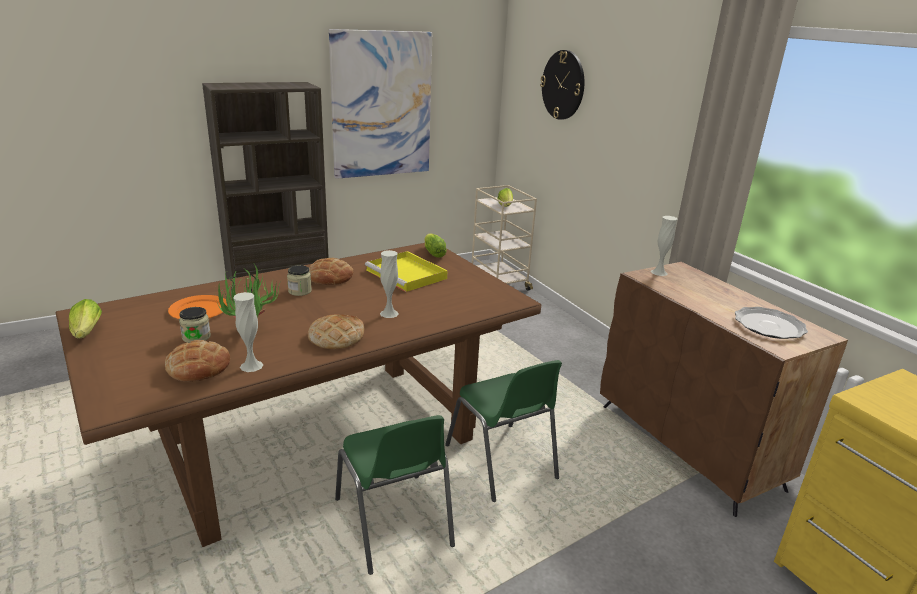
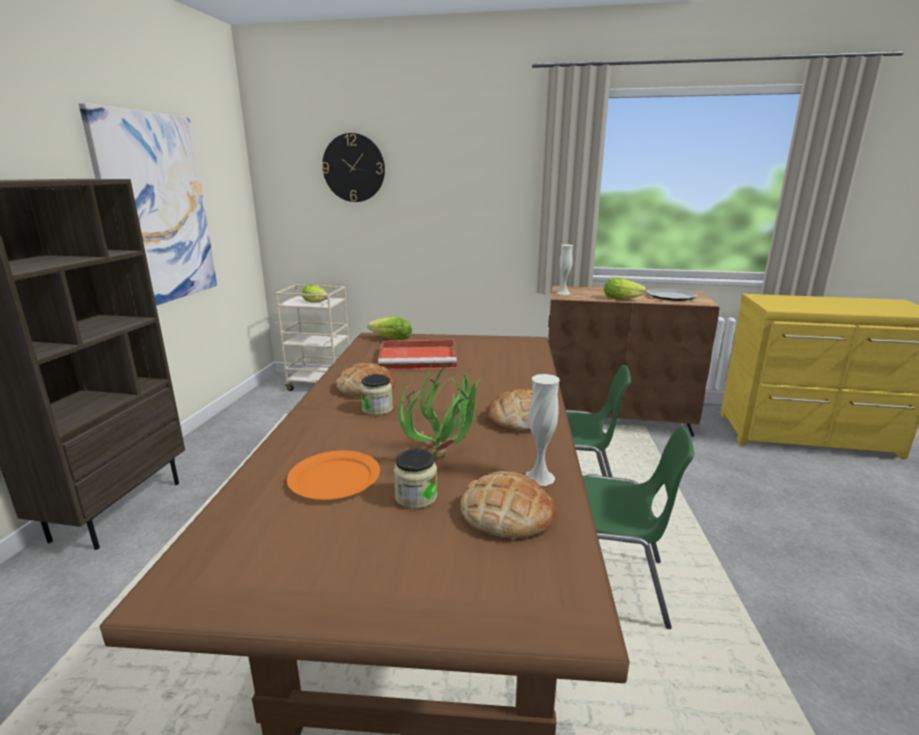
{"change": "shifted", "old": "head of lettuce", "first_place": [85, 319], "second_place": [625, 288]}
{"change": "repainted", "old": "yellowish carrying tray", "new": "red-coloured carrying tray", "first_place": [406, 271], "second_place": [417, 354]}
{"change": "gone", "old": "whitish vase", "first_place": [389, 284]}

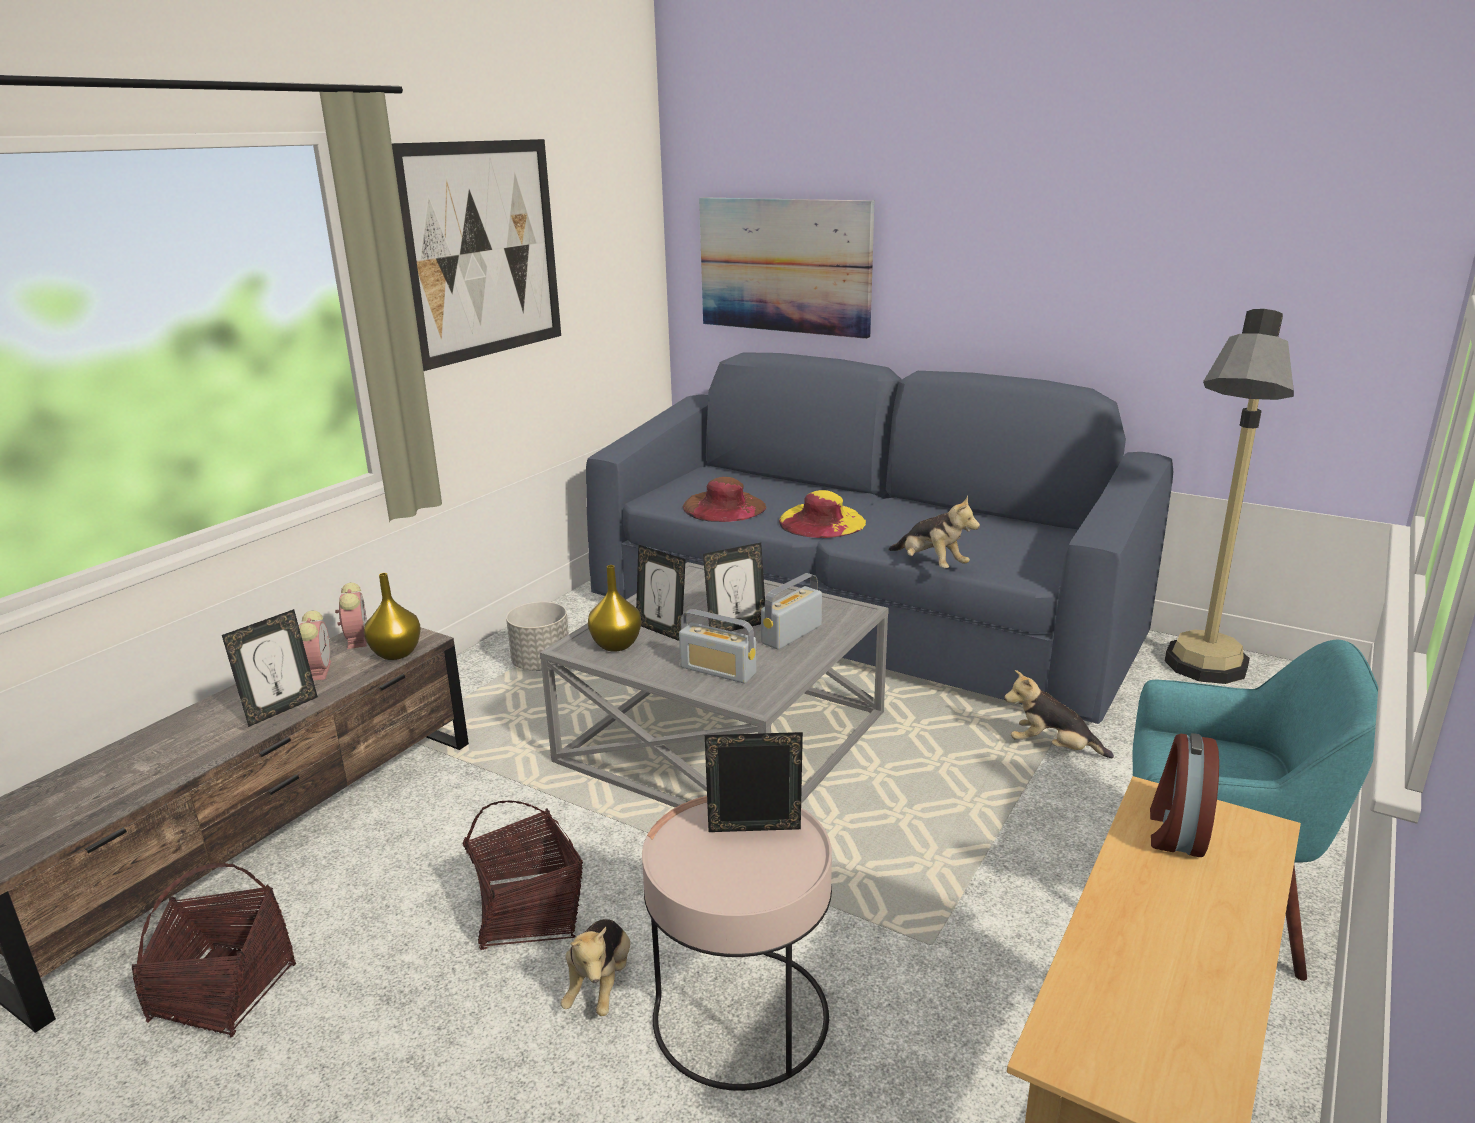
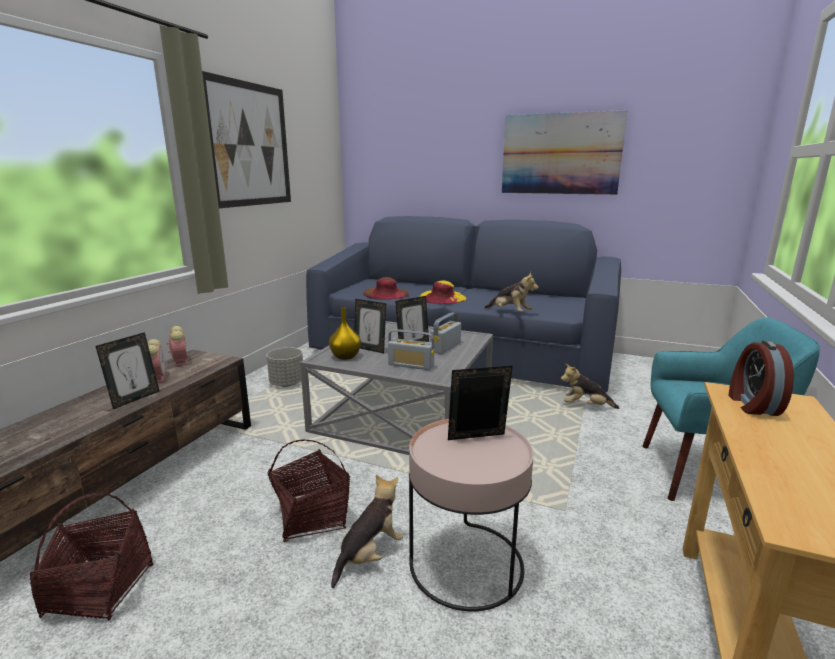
{"change": "gone", "old": "yellowish vase", "first_place": [392, 616]}
{"change": "rotated", "old": "soft toy", "first_place": [595, 967], "second_place": [367, 531], "degrees": -135}
{"change": "shifted", "old": "wall art", "first_place": [787, 268], "second_place": [564, 152]}
{"change": "gone", "old": "floor lamp", "first_place": [1229, 496]}

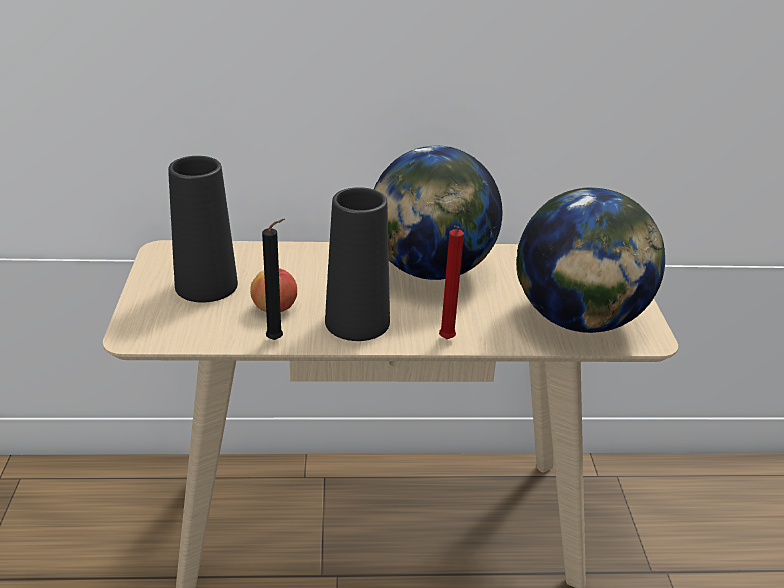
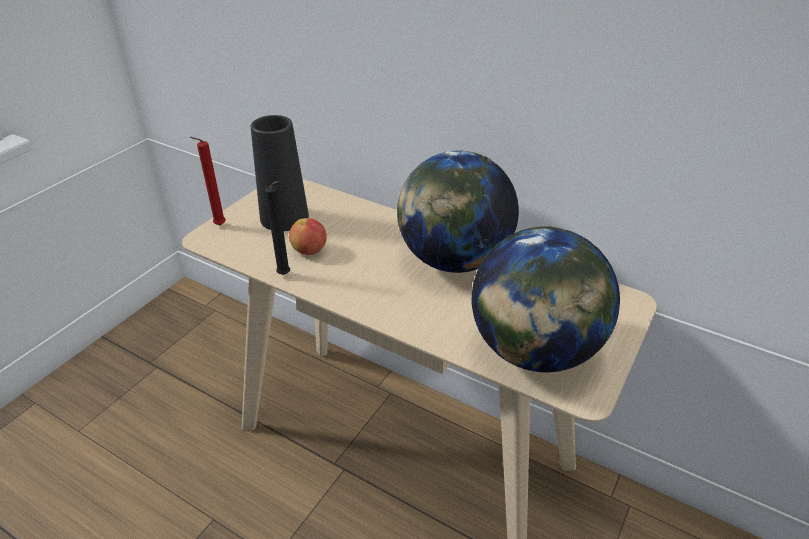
{"change": "gone", "old": "black-coloured vase", "first_place": [357, 264]}
{"change": "shifted", "old": "red-coloured wax candle", "first_place": [451, 282], "second_place": [208, 181]}

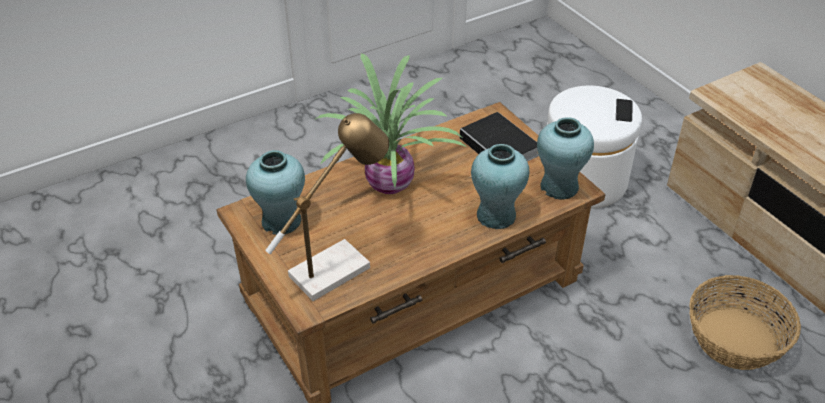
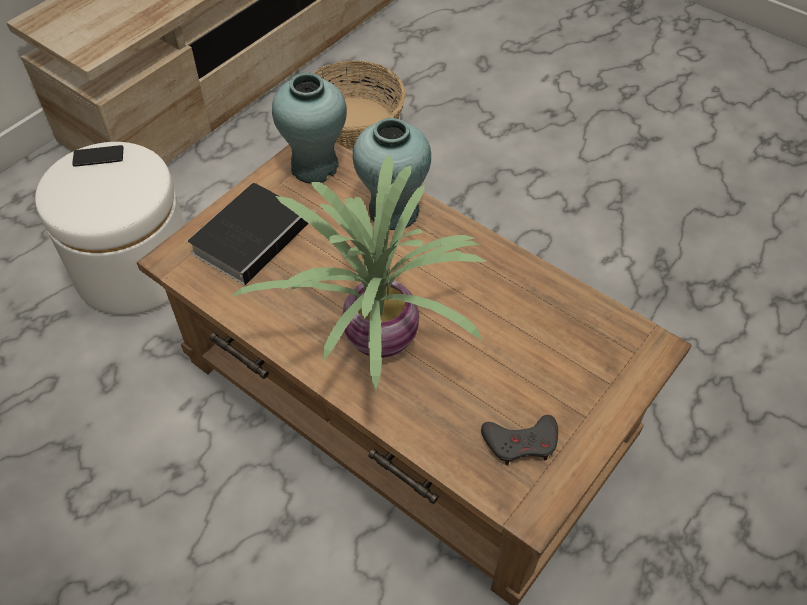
{"change": "swapped", "old": "turquoise vase", "new": "gray game controller", "first_place": [275, 192], "second_place": [519, 440]}
{"change": "gone", "old": "tabletop lamp", "first_place": [327, 207]}

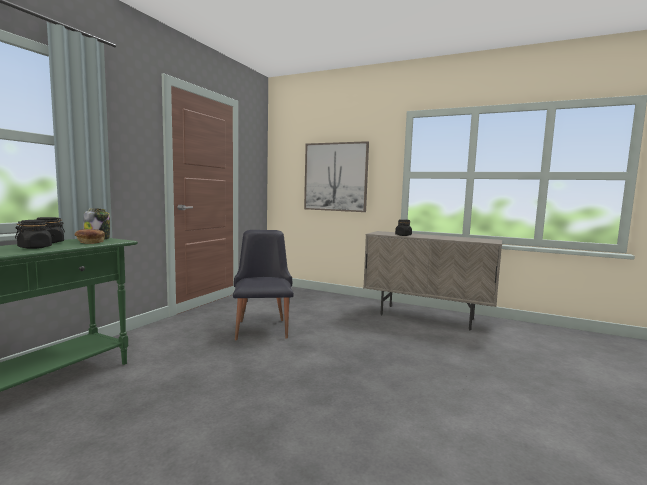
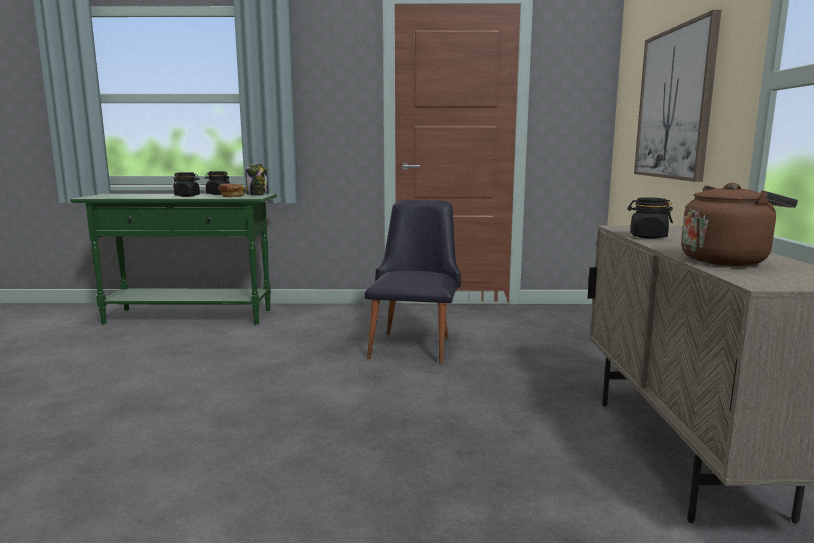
{"change": "rotated", "old": "black-coloured upright chair", "first_place": [263, 285], "second_place": [412, 282], "degrees": -45}
{"change": "new", "new": "brown-coloured tea kettle", "second_place": [739, 224]}

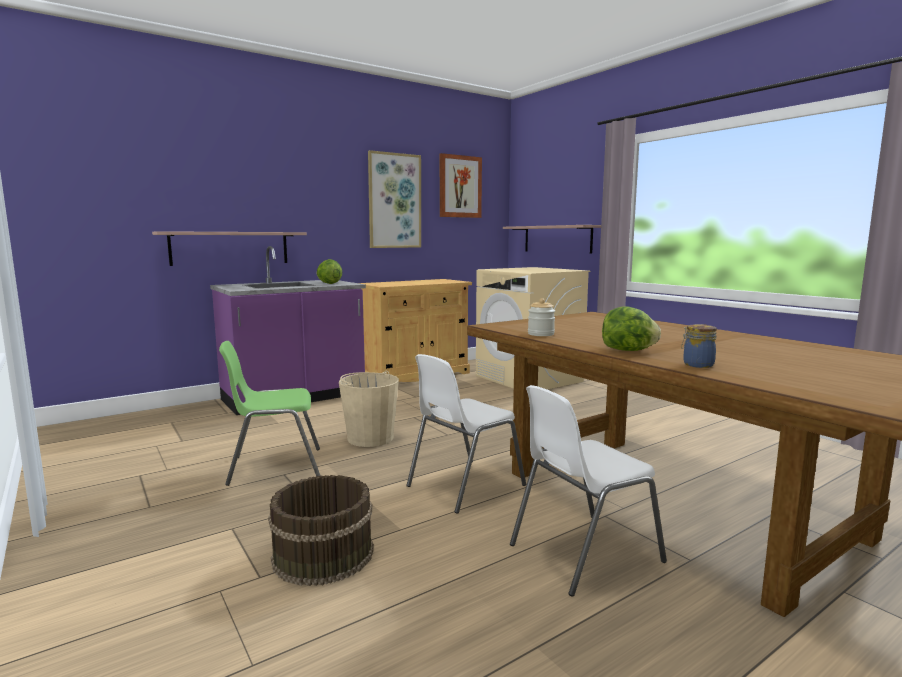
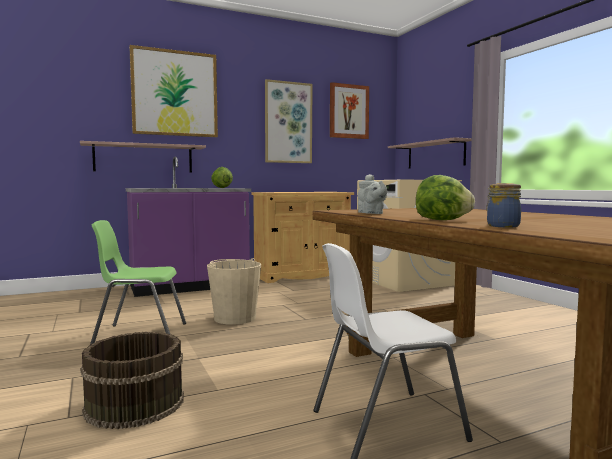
{"change": "gone", "old": "whitish upright chair", "first_place": [466, 434]}
{"change": "swapped", "old": "storage jar", "new": "gray tea pot", "first_place": [541, 317], "second_place": [373, 194]}
{"change": "new", "new": "wall art", "second_place": [173, 91]}

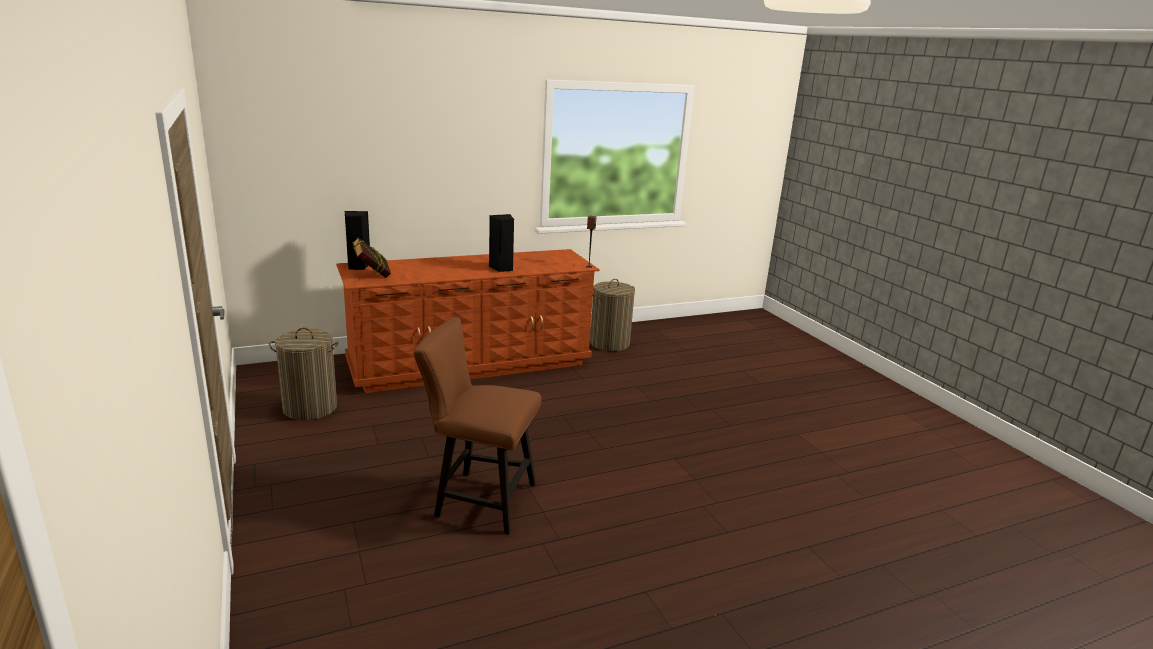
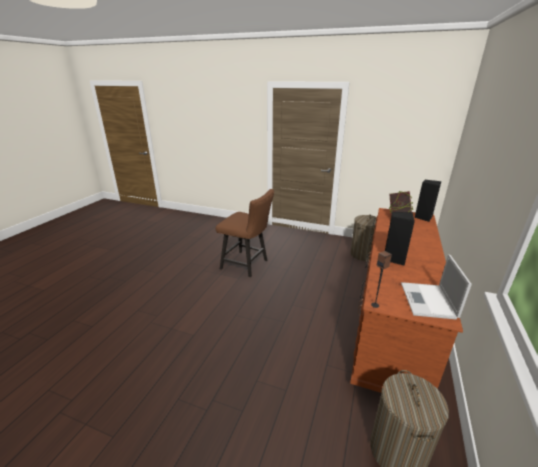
{"change": "rotated", "old": "brown-coloured upright chair", "first_place": [477, 426], "second_place": [245, 233], "degrees": 60}
{"change": "new", "new": "portable computer", "second_place": [436, 286]}

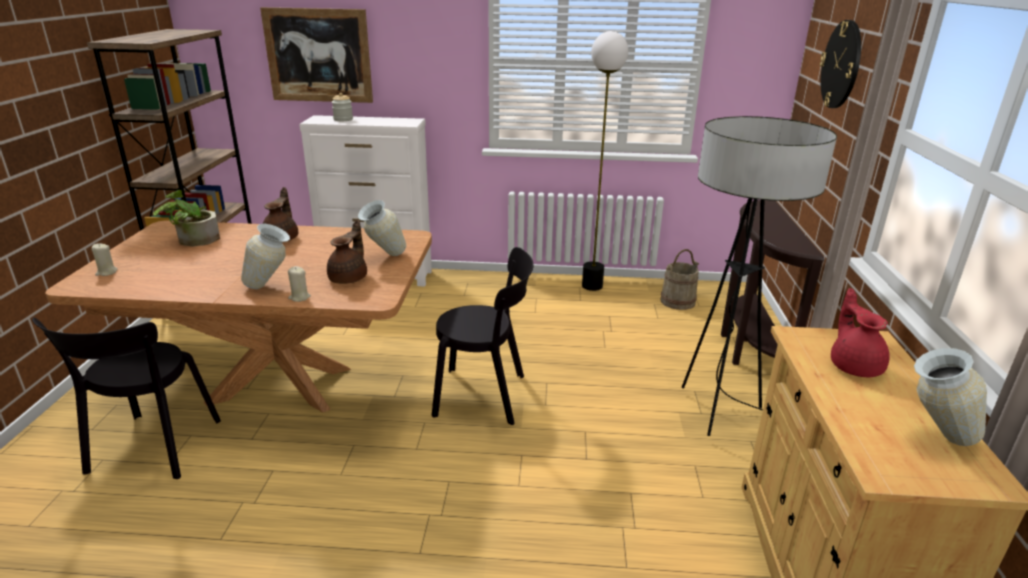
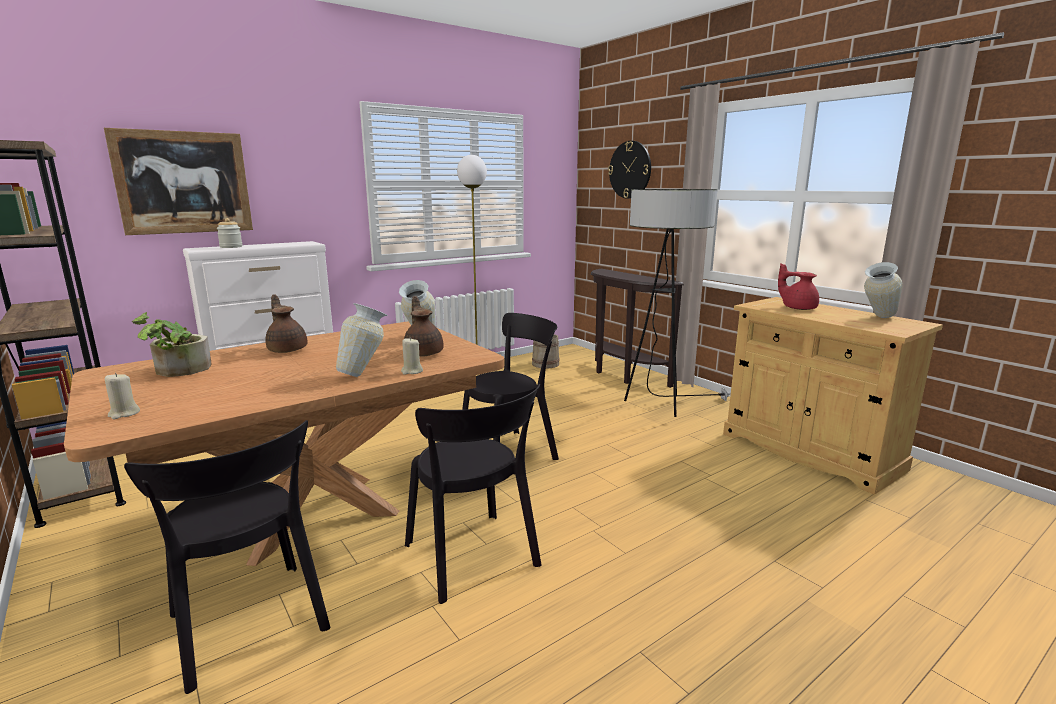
{"change": "new", "new": "black-coloured upright chair", "second_place": [473, 494]}

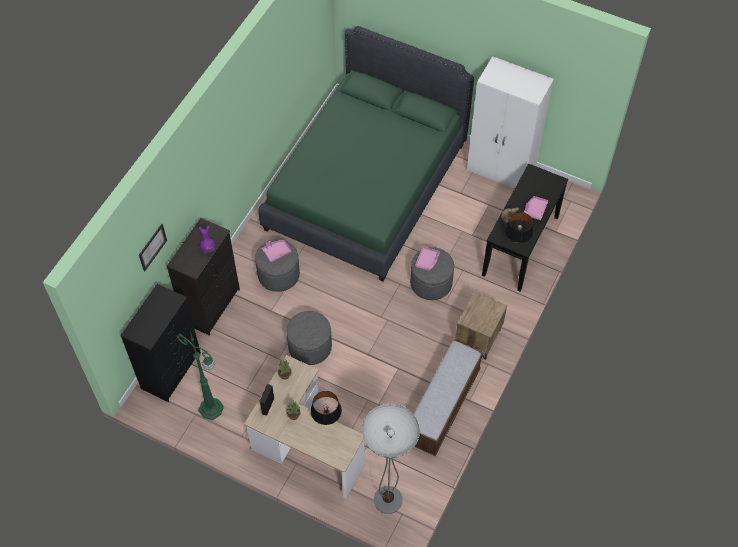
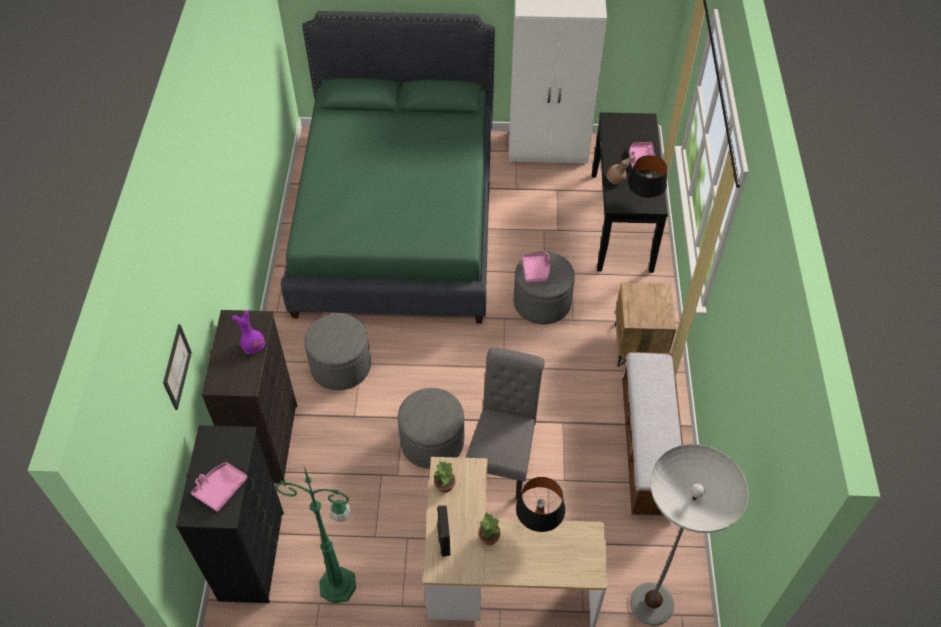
{"change": "shifted", "old": "pink carrying tray", "first_place": [277, 251], "second_place": [219, 487]}
{"change": "new", "new": "gray upright chair", "second_place": [505, 424]}

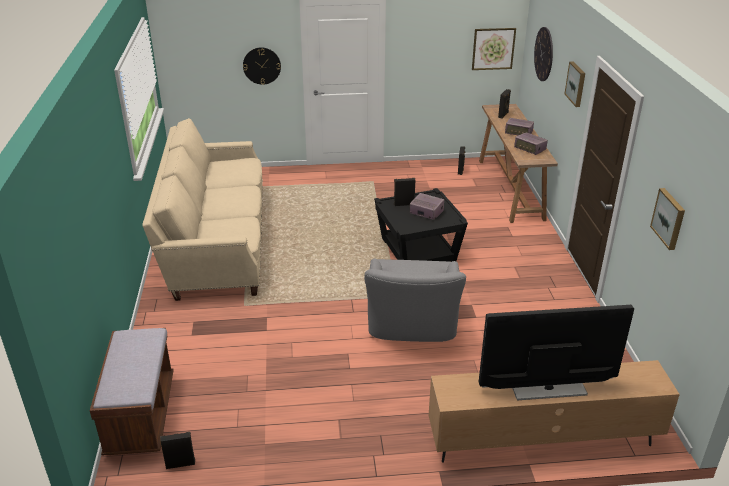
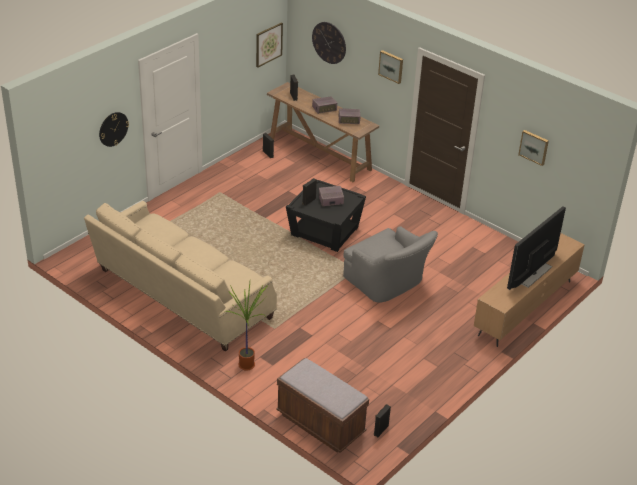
{"change": "new", "new": "plant in a pot", "second_place": [245, 326]}

